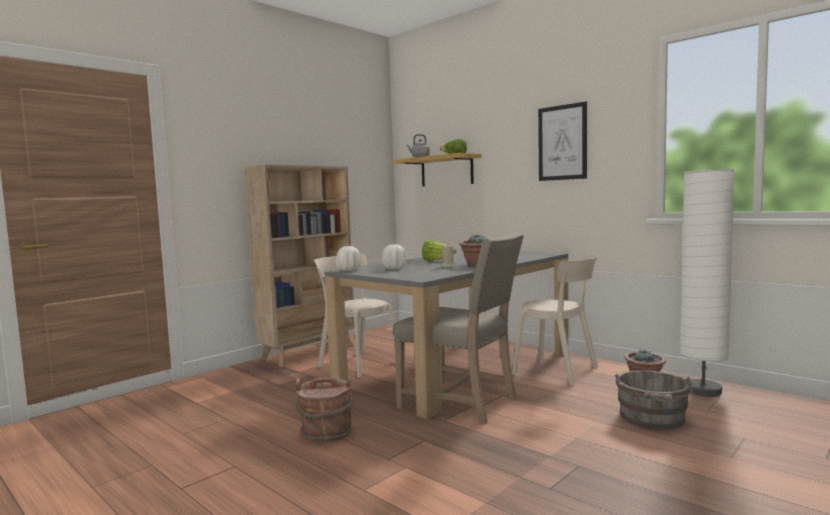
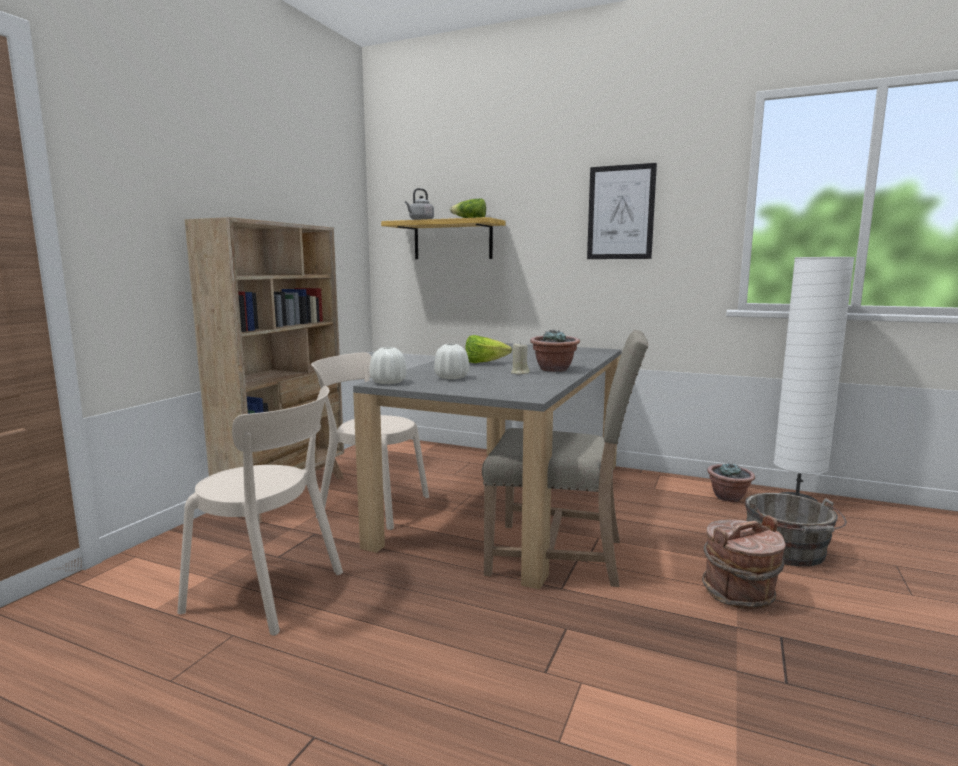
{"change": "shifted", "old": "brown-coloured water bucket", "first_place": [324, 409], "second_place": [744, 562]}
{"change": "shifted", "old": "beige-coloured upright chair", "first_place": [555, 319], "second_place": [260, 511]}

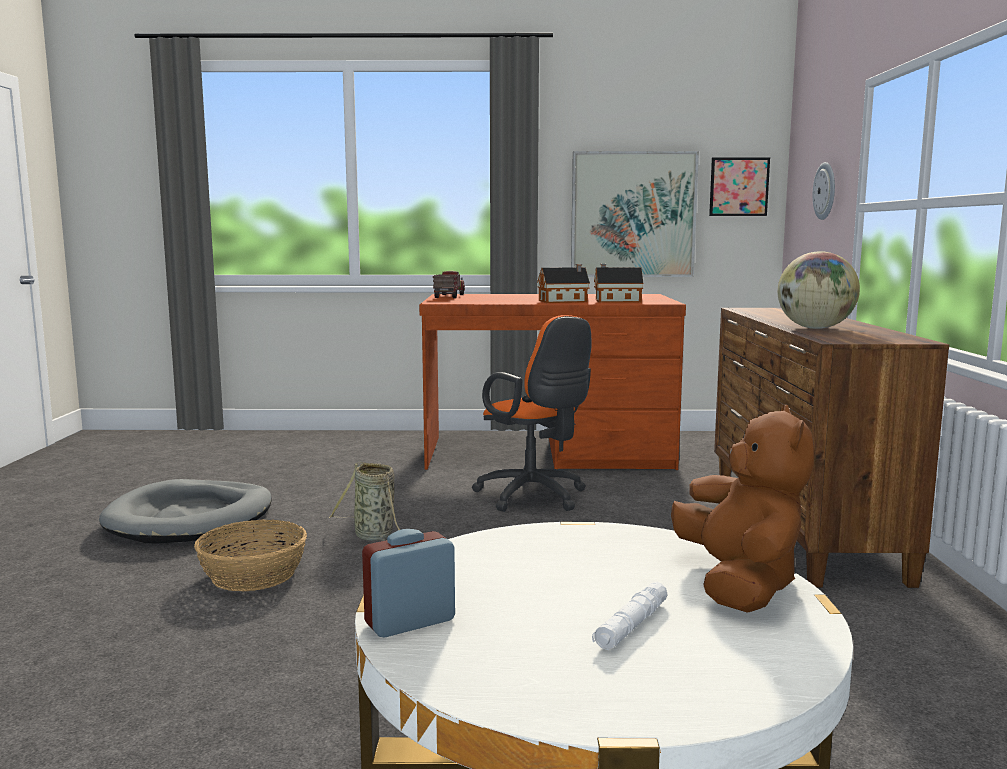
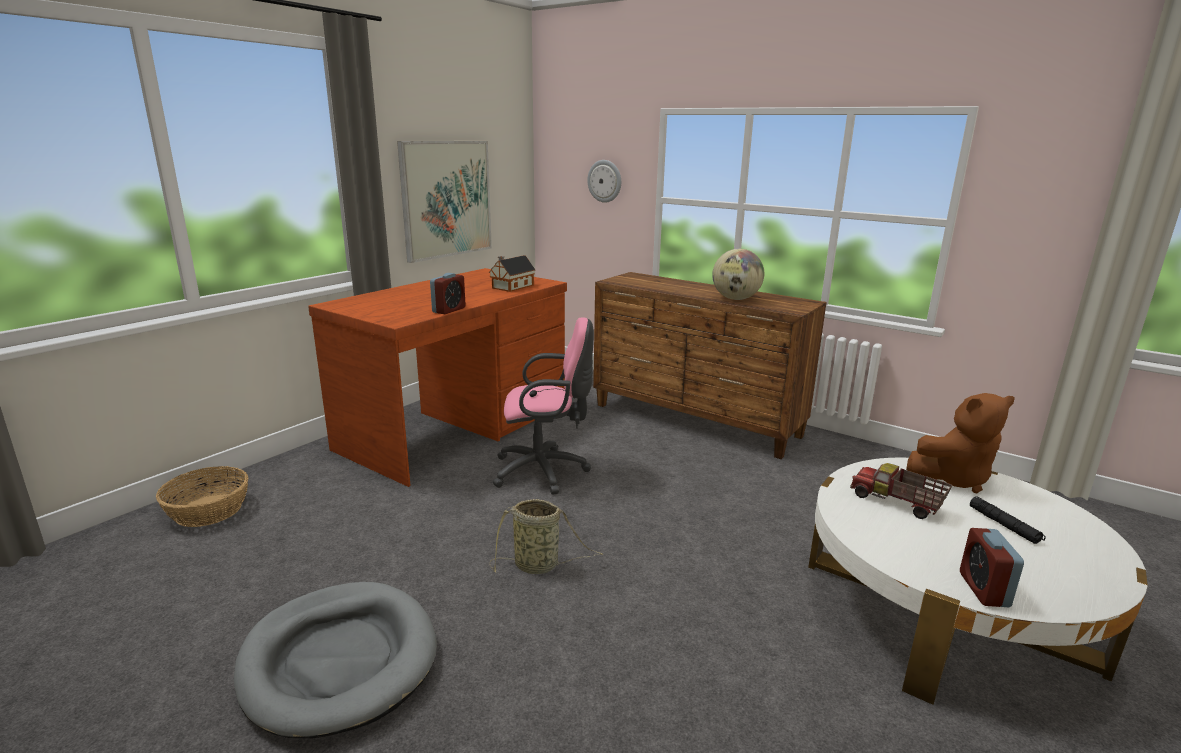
{"change": "shifted", "old": "storage basket", "first_place": [250, 555], "second_place": [202, 496]}
{"change": "shifted", "old": "toy lorry", "first_place": [449, 284], "second_place": [901, 491]}
{"change": "repainted", "old": "orange computer chair", "new": "pink computer chair", "first_place": [532, 413], "second_place": [543, 406]}
{"change": "gone", "old": "model house", "first_place": [563, 283]}
{"change": "repainted", "old": "whitish flashlight", "new": "black-coloured flashlight", "first_place": [630, 616], "second_place": [1008, 520]}
{"change": "rotated", "old": "brown-coloured soft toy", "first_place": [742, 509], "second_place": [960, 443], "degrees": 135}
{"change": "gone", "old": "wall art", "first_place": [739, 186]}
{"change": "new", "new": "table clock", "second_place": [448, 293]}

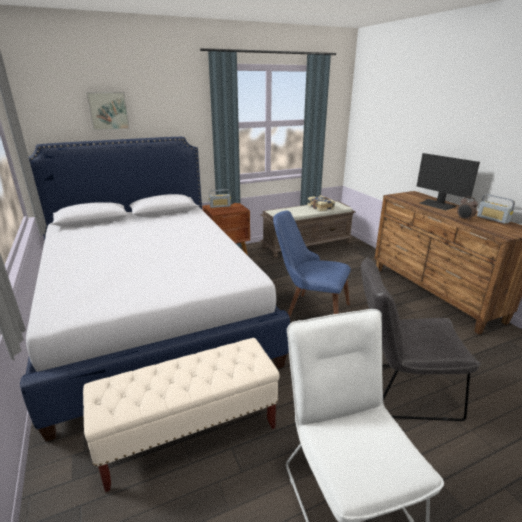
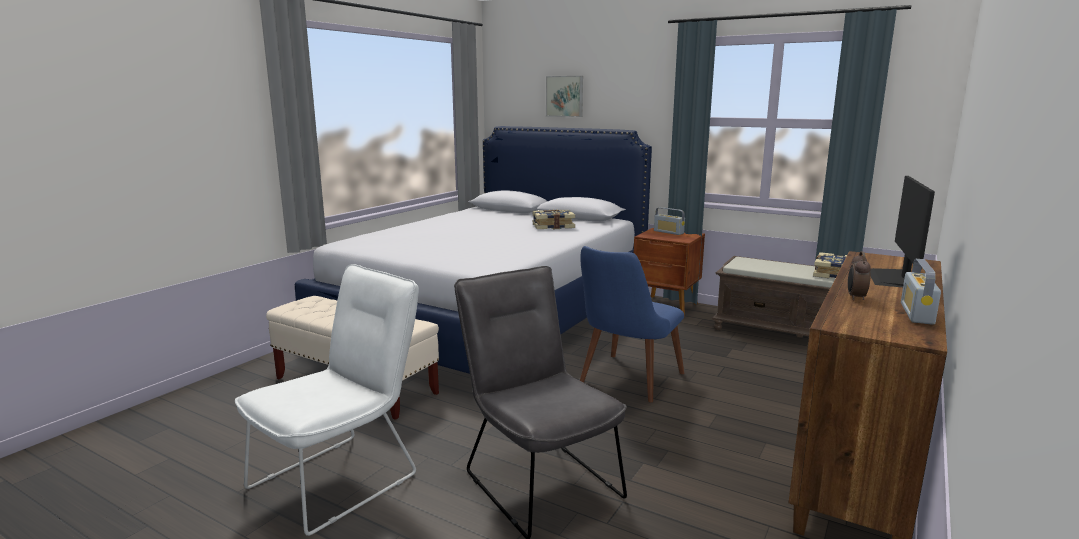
{"change": "rotated", "old": "blue-coloured upright chair", "first_place": [312, 263], "second_place": [632, 324], "degrees": -135}
{"change": "new", "new": "volume", "second_place": [553, 219]}

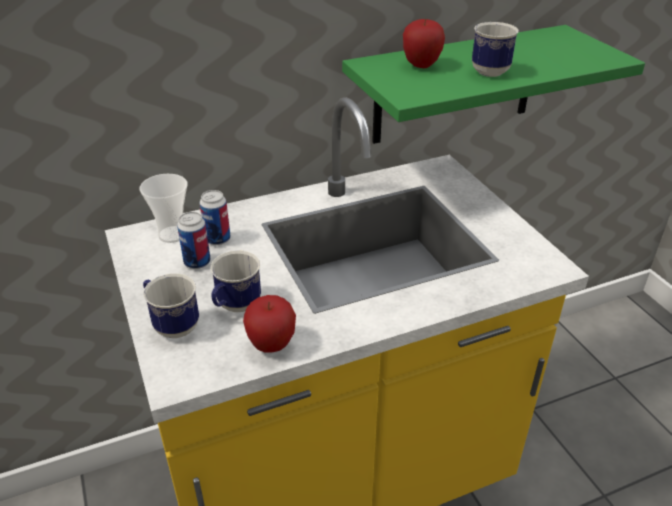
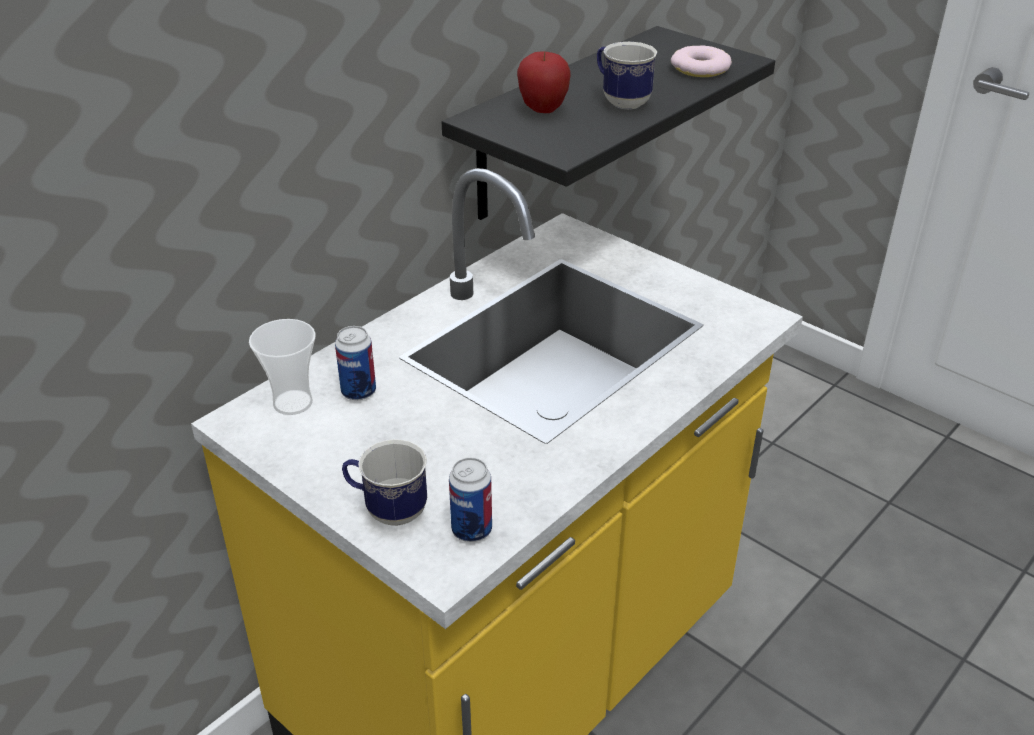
{"change": "shifted", "old": "metal can", "first_place": [194, 240], "second_place": [470, 500]}
{"change": "gone", "old": "coffee mug", "first_place": [236, 281]}
{"change": "gone", "old": "apple fruit", "first_place": [269, 323]}
{"change": "repainted", "old": "greenish shelf", "new": "black-coloured shelf", "first_place": [493, 84], "second_place": [608, 123]}
{"change": "new", "new": "ring doughnut", "second_place": [701, 61]}

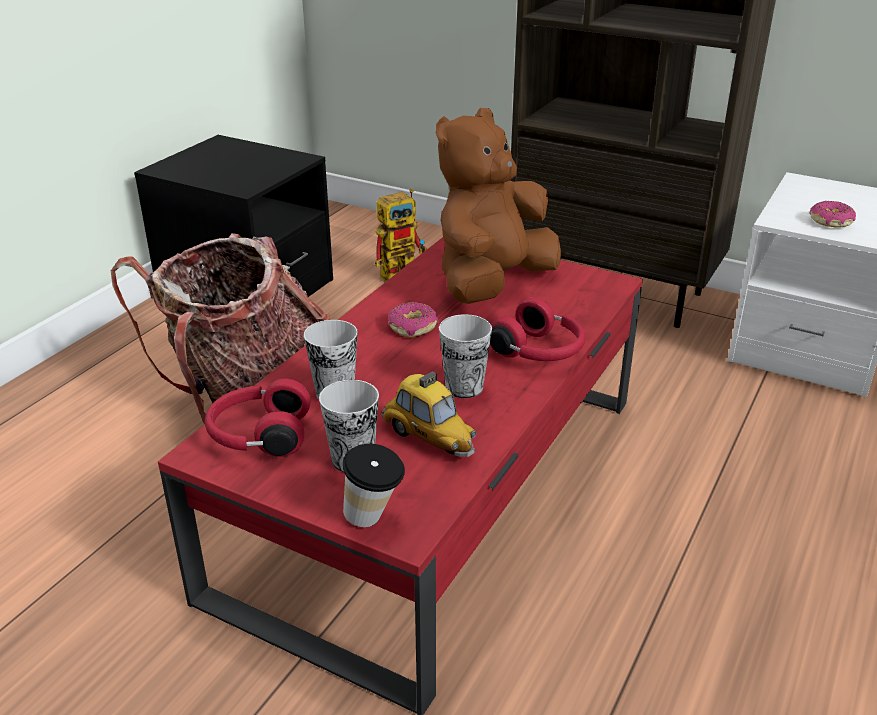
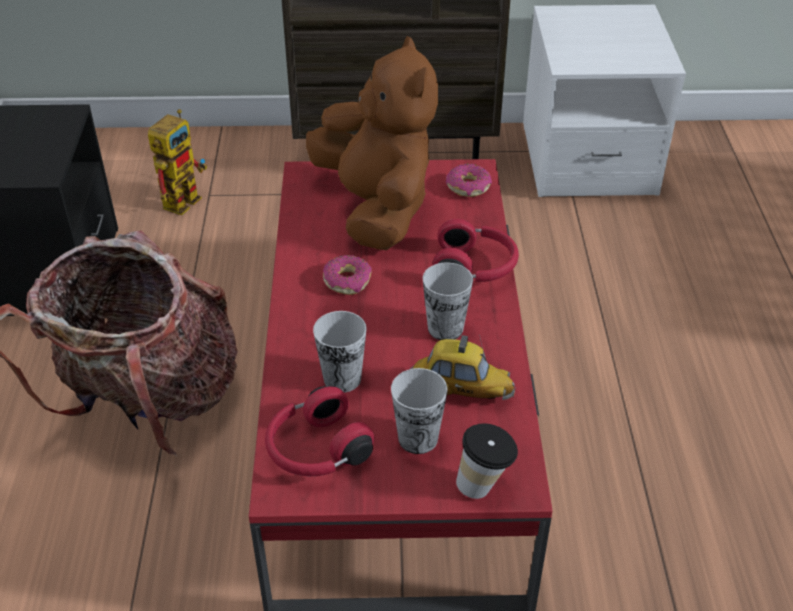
{"change": "rotated", "old": "brown-coloured soft toy", "first_place": [498, 206], "second_place": [372, 143], "degrees": 150}
{"change": "shifted", "old": "ring doughnut", "first_place": [833, 214], "second_place": [469, 180]}

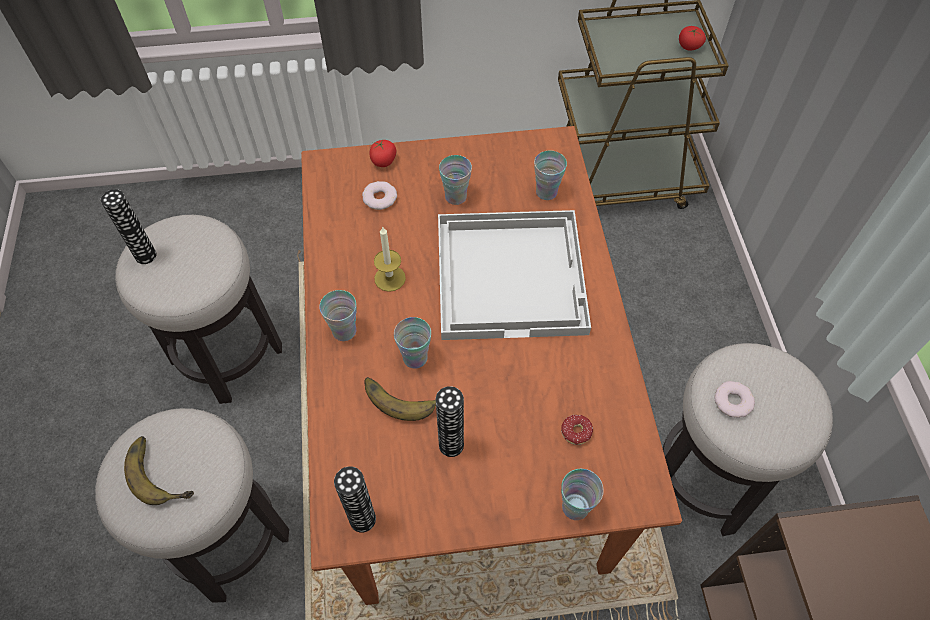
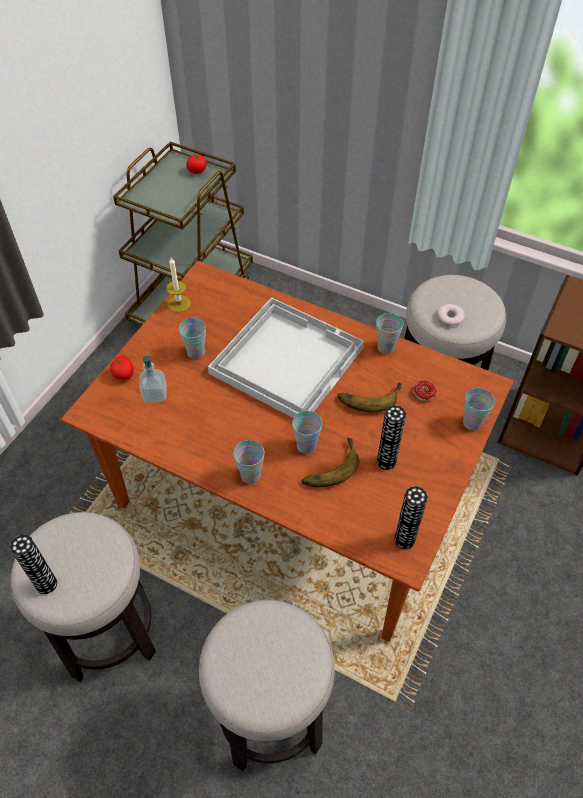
{"change": "shifted", "old": "banana", "first_place": [159, 470], "second_place": [369, 397]}
{"change": "swapped", "old": "ring doughnut", "new": "liquid soap bottle", "first_place": [379, 195], "second_place": [153, 379]}
{"change": "shifted", "old": "wax candle", "first_place": [390, 259], "second_place": [178, 284]}
{"change": "shifted", "old": "cup", "first_place": [550, 175], "second_place": [389, 333]}

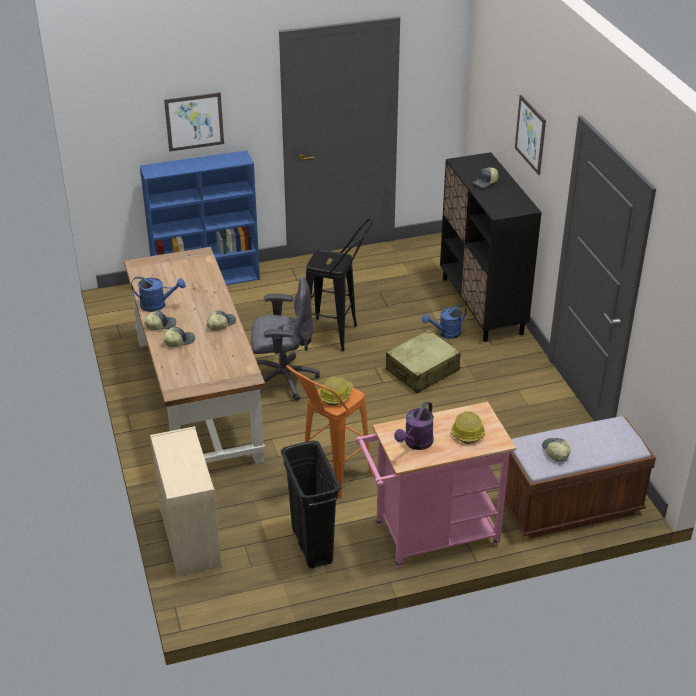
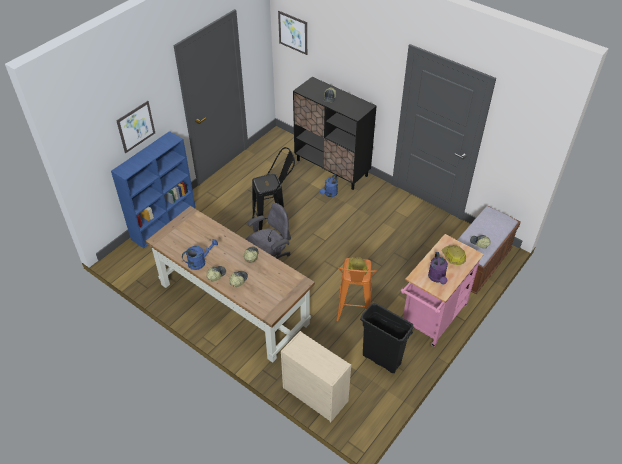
{"change": "gone", "old": "beige-coloured travel case", "first_place": [423, 361]}
{"change": "shifted", "old": "wall art", "first_place": [530, 135], "second_place": [292, 33]}

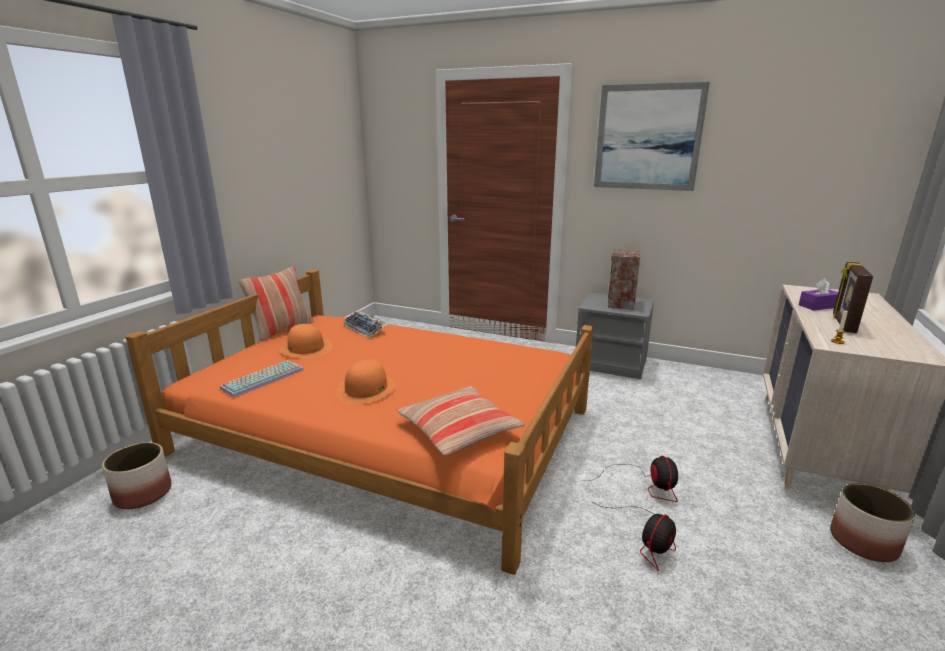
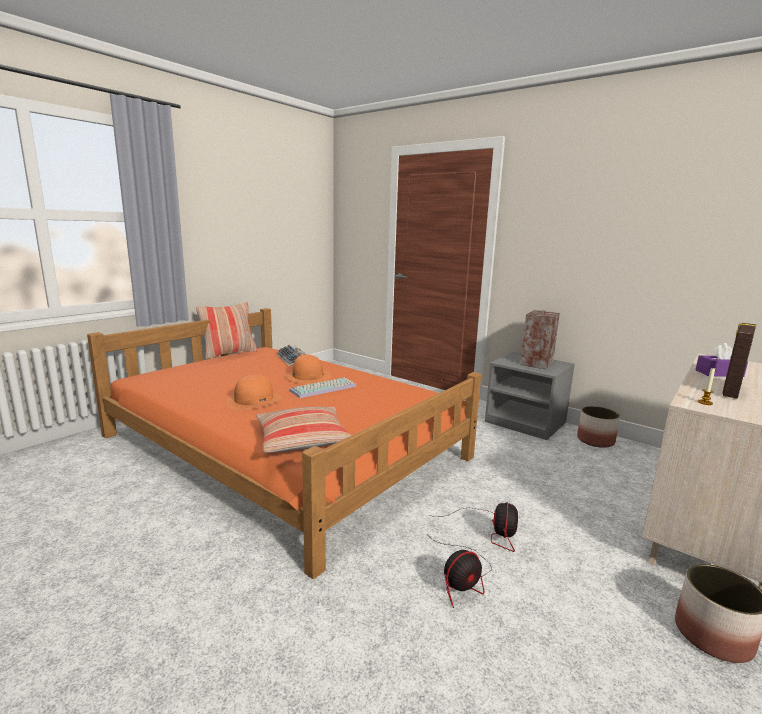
{"change": "shifted", "old": "plant pot", "first_place": [136, 475], "second_place": [598, 427]}
{"change": "shifted", "old": "keyboard", "first_place": [262, 378], "second_place": [323, 388]}
{"change": "shifted", "old": "orange hat", "first_place": [305, 341], "second_place": [308, 369]}
{"change": "gone", "old": "wall art", "first_place": [652, 136]}

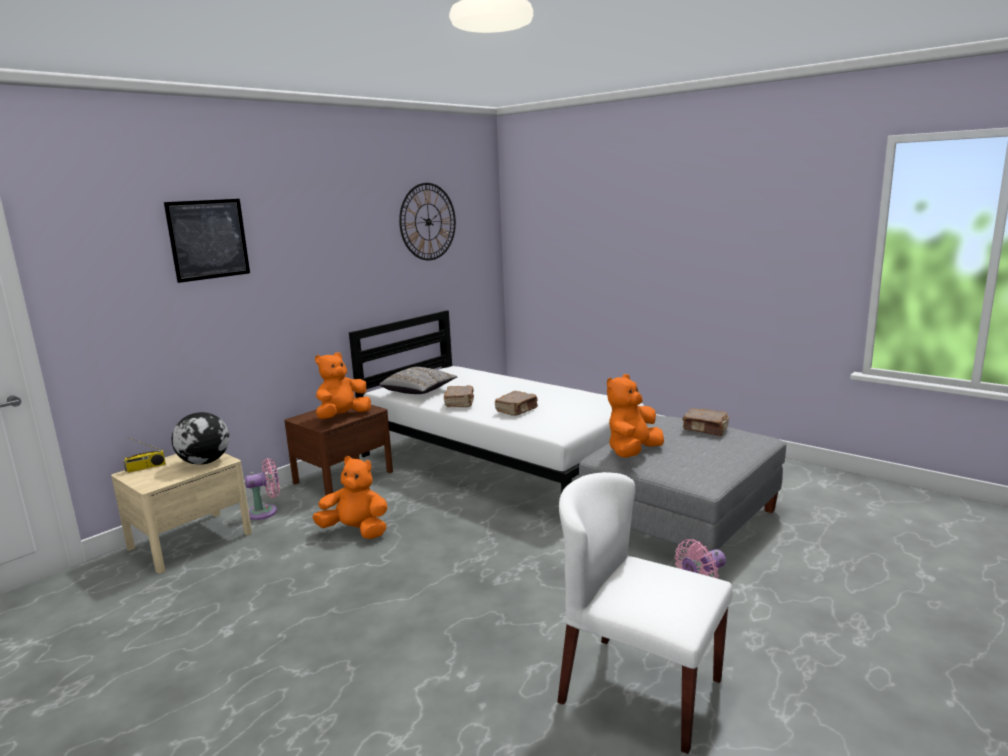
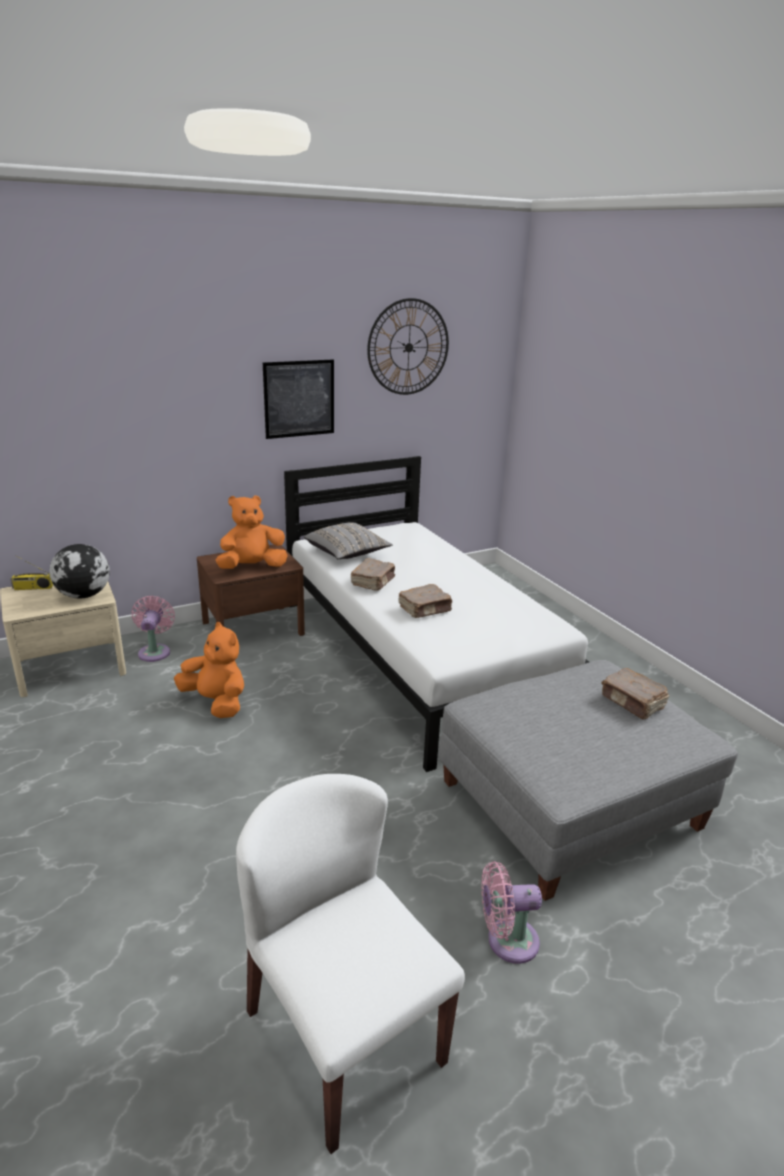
{"change": "shifted", "old": "wall art", "first_place": [207, 241], "second_place": [298, 399]}
{"change": "rotated", "old": "pink cooling fan", "first_place": [262, 489], "second_place": [153, 629], "degrees": -90}
{"change": "gone", "old": "orange soft toy", "first_place": [635, 416]}

